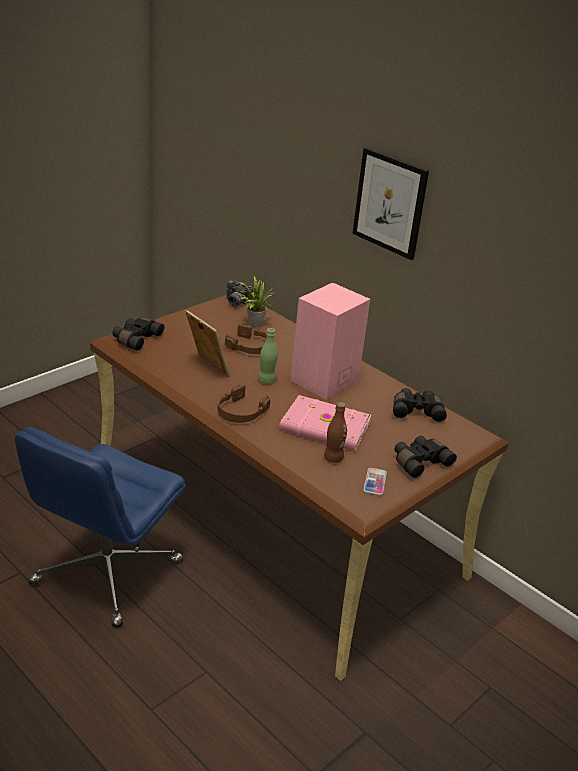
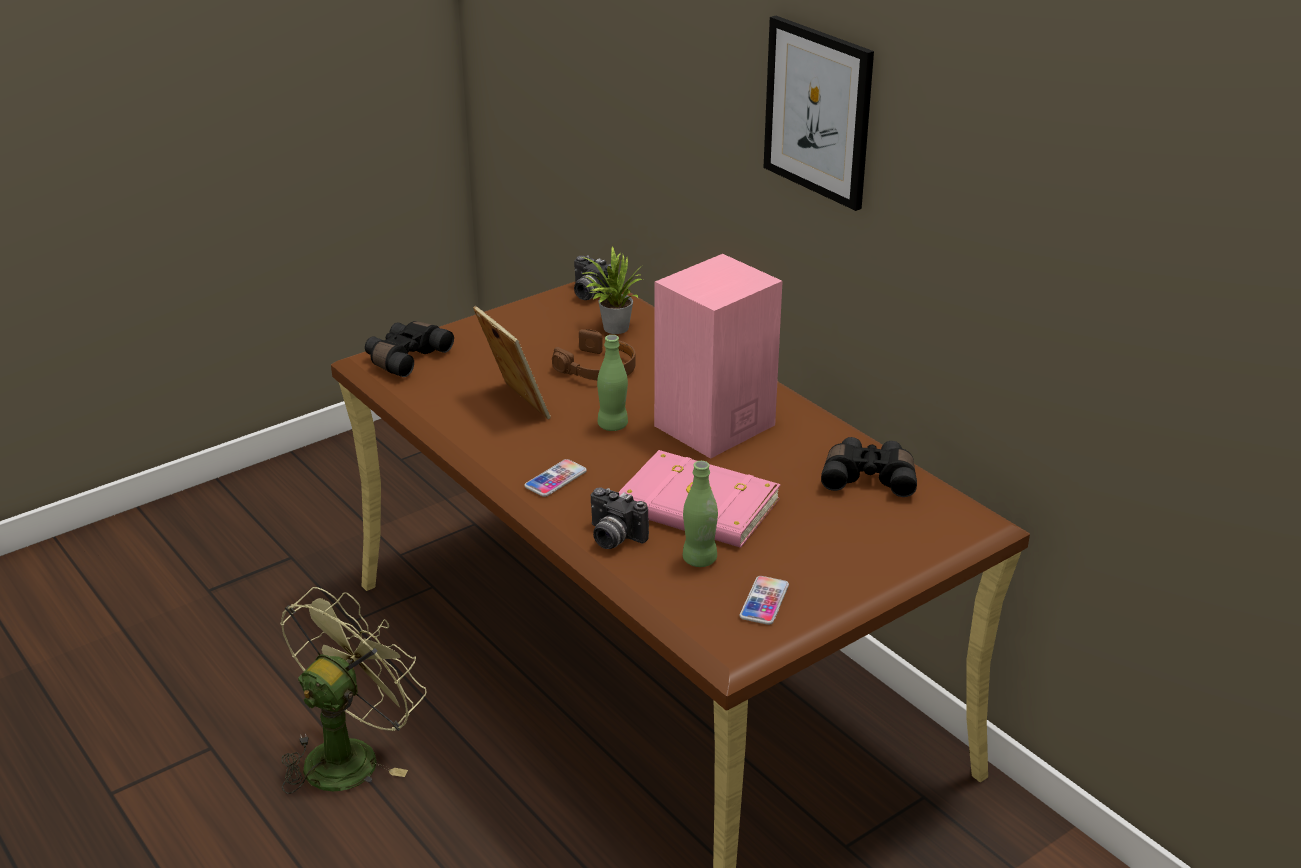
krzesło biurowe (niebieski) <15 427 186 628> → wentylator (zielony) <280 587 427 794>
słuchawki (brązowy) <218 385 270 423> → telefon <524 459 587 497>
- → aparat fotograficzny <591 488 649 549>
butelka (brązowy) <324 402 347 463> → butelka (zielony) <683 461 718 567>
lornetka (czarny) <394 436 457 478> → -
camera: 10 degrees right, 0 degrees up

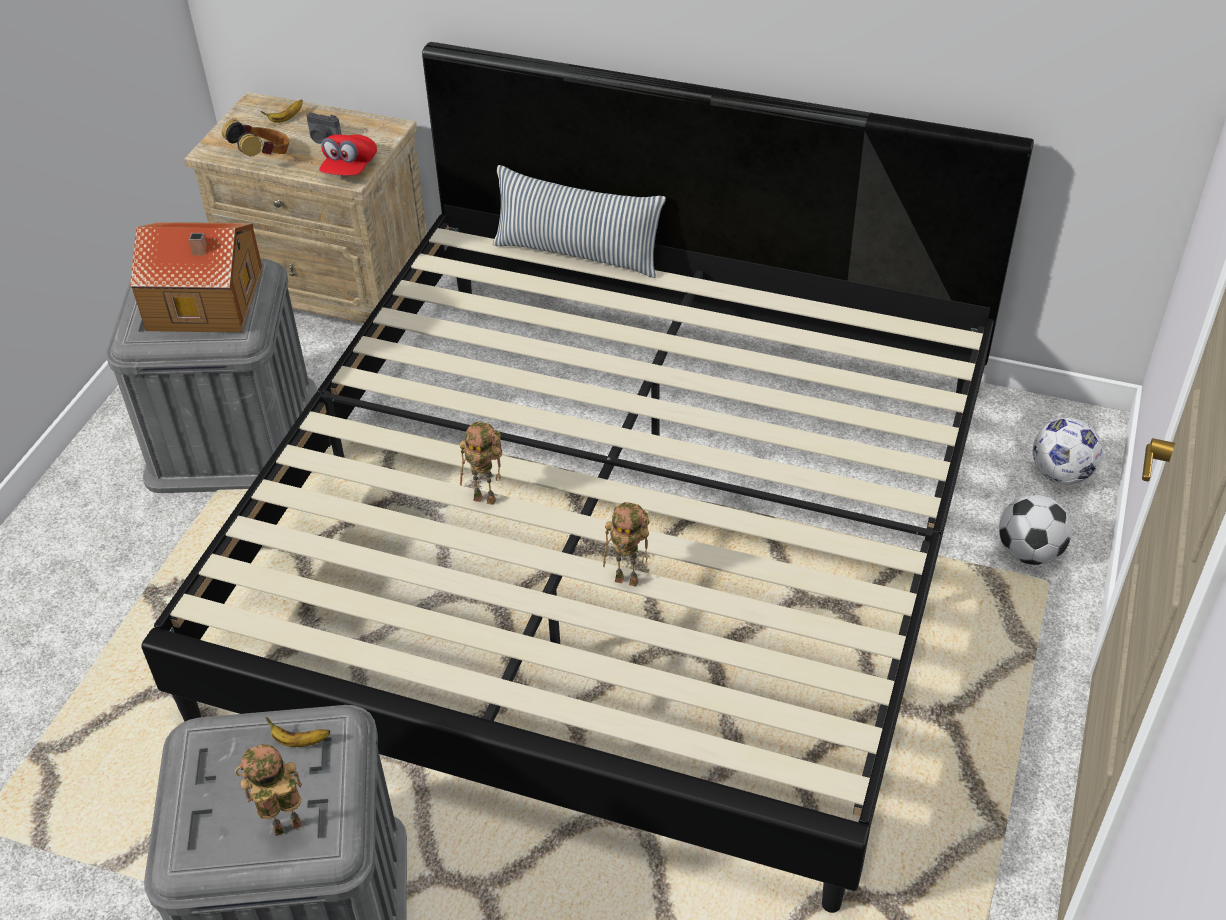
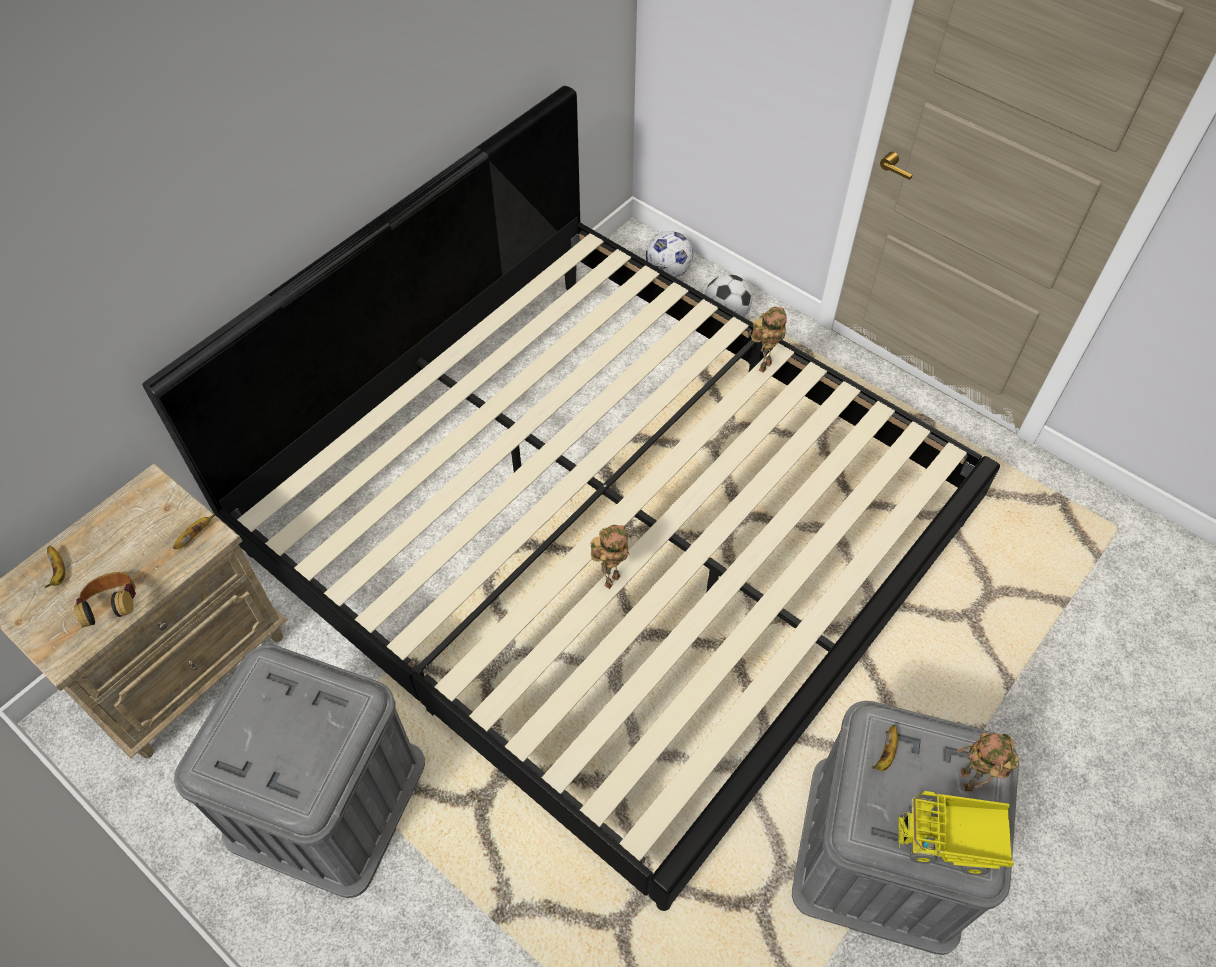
czapka z daszkiem (czerwony) <319 135 377 176> → banan <173 514 215 549>
robot zabawkowy <603 502 650 587> → robot zabawkowy <751 307 787 373>, relocated
- → ciężarówka zabawkowa <898 791 1014 876>
domek <130 222 263 333> → -
aparat fotograficzny <306 112 341 144> → -
poduszka <493 165 666 278> → -
camera: 70 degrees left, 10 degrees up

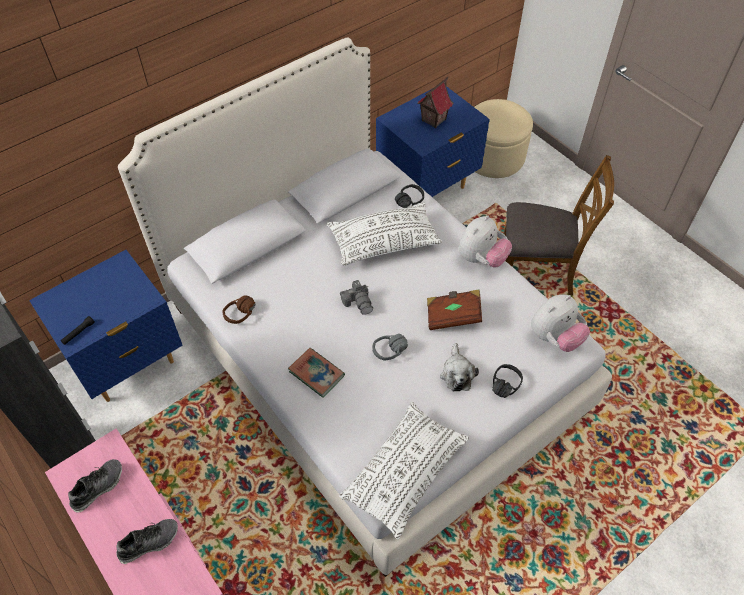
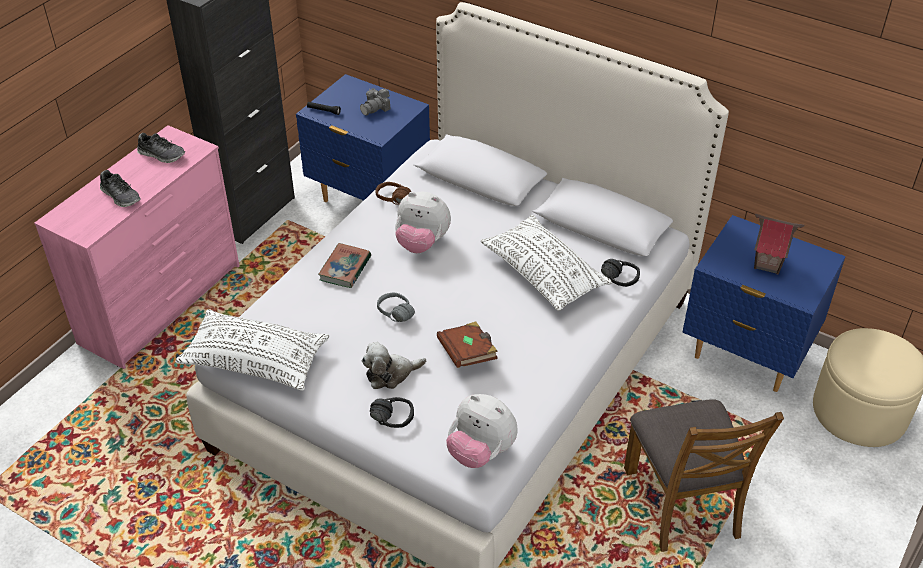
aparat fotograficzny <340 280 373 315> → aparat fotograficzny <360 88 391 116>, relocated
pluszak <458 215 512 268> → pluszak <395 192 451 253>, relocated
camera: 70 degrees right, 10 degrees down

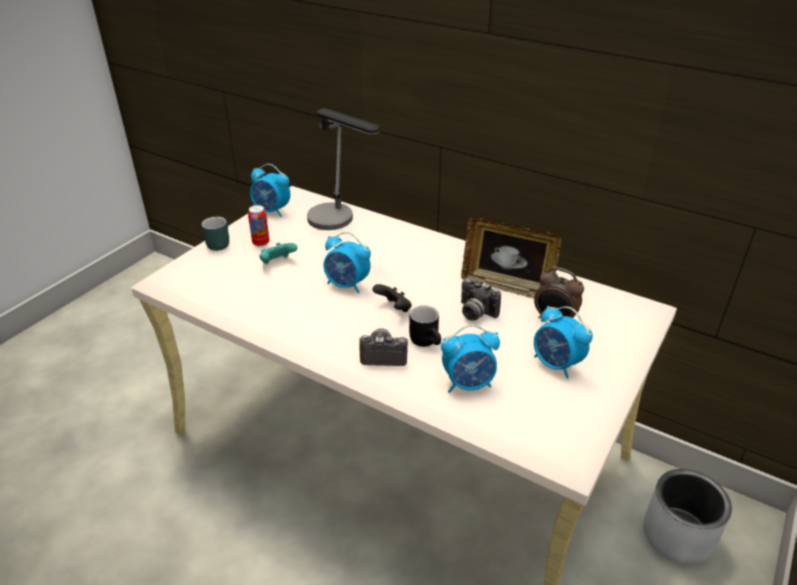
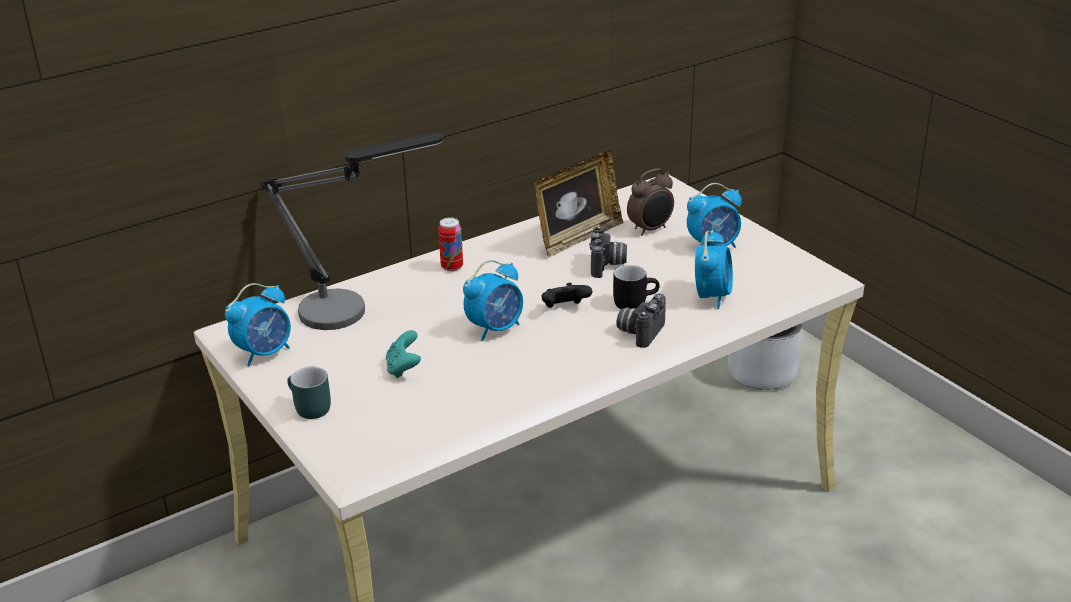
puszka <248 205 270 247> → puszka <438 218 463 272>, relocated
aparat fotograficzny <461 278 501 321> → aparat fotograficzny <589 226 627 278>, 60 degrees counterclockwise
camera: 65 degrees left, 5 degrees down

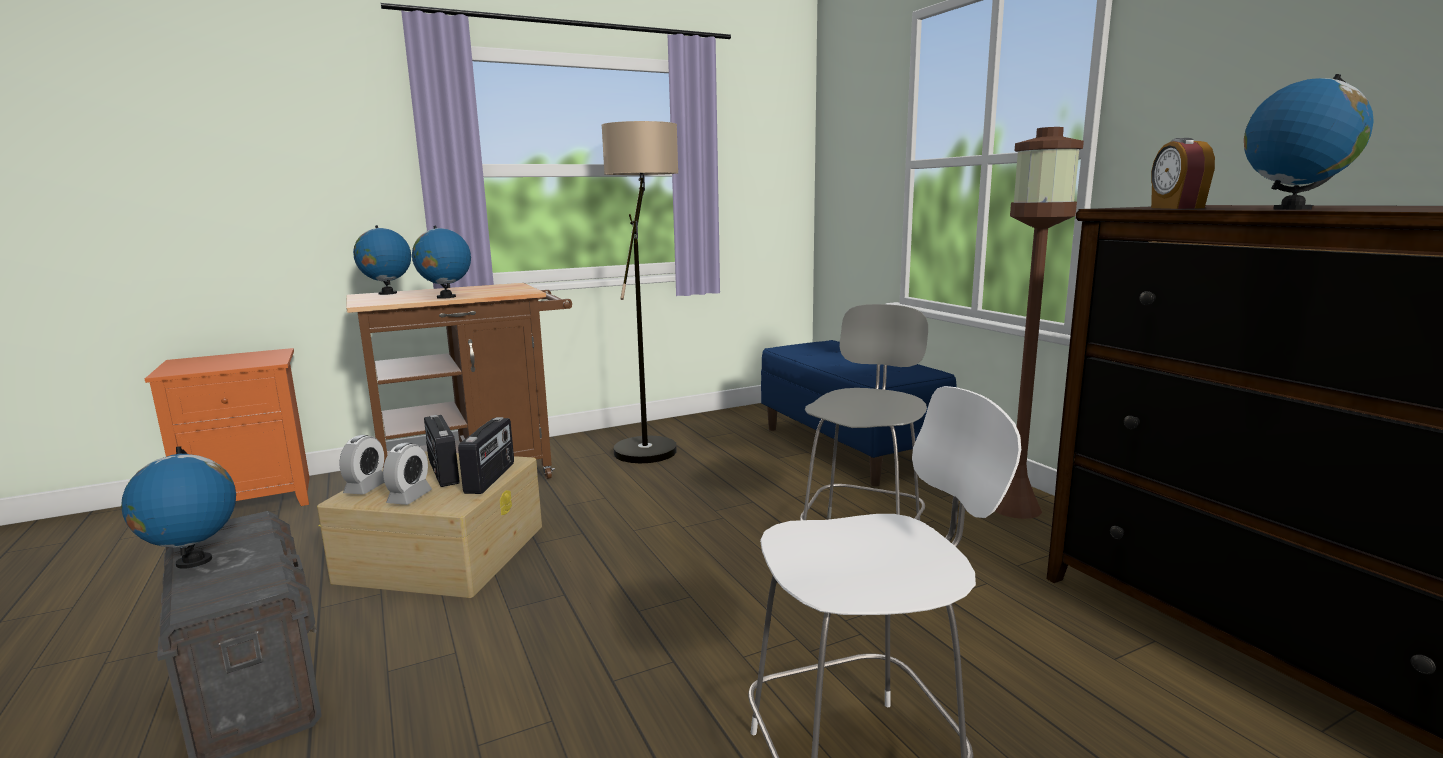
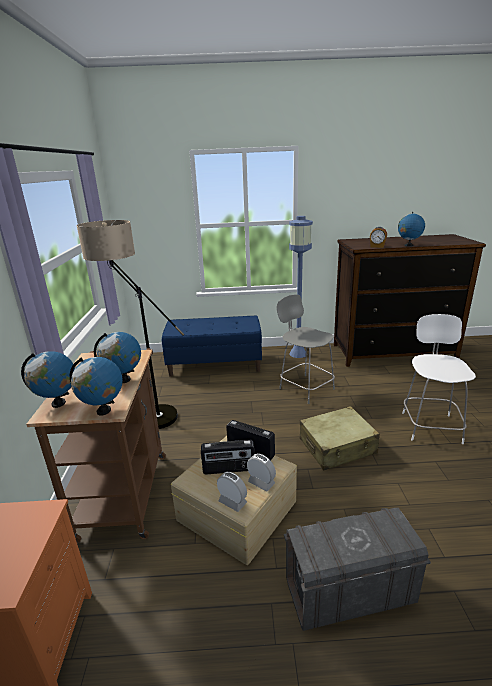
globus <121 446 236 569> → globus <70 357 123 416>, relocated
lampa stojąca (brązowy) <995 127 1084 519> → lampa stojąca (niebieski) <289 216 313 358>
- → walizka (beżowy) <300 406 380 470>
camera: 65 degrees left, 10 degrees up

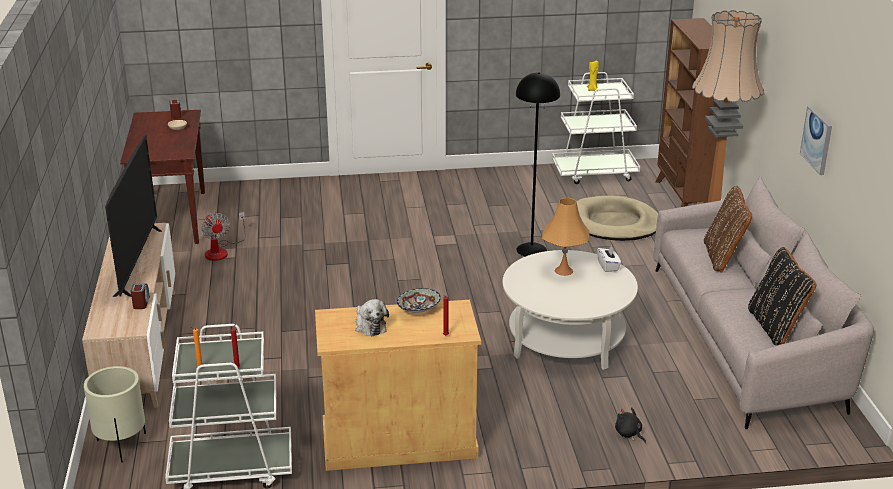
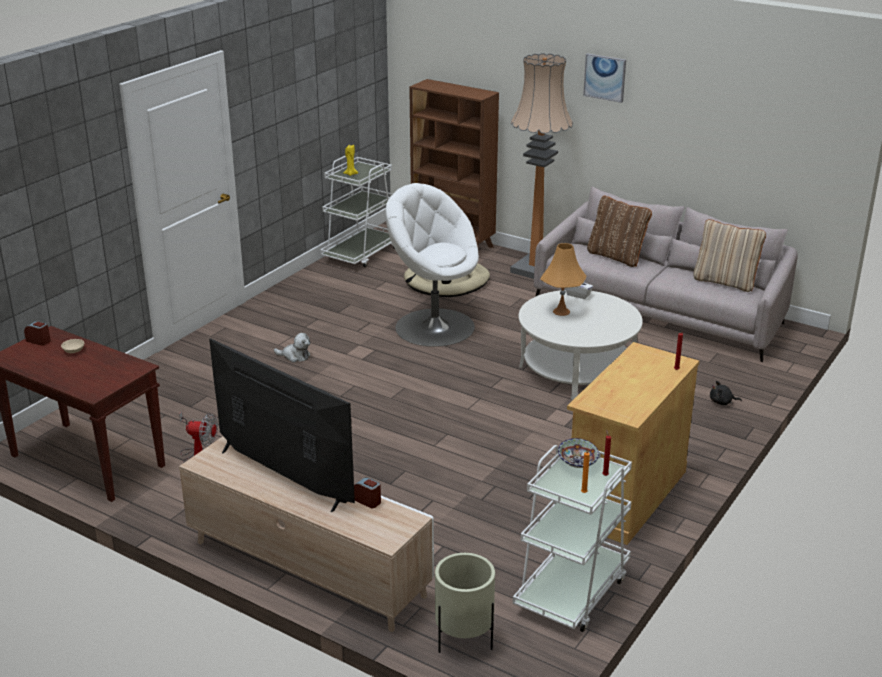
pluszak <356 299 389 336> → pluszak <274 333 310 362>, relocated
lampa stojąca (czarny) <516 72 560 257> → fotel (biały) <385 183 479 347>
miska <397 288 441 313> → miska <558 438 599 468>, relocated
obraz <800 106 832 175> → obraz <583 53 626 103>, relocated
poduszka (czarny) <748 247 817 345> → poduszka (beżowy) <693 219 766 292>
camera: 50 degrees left, 0 degrees up

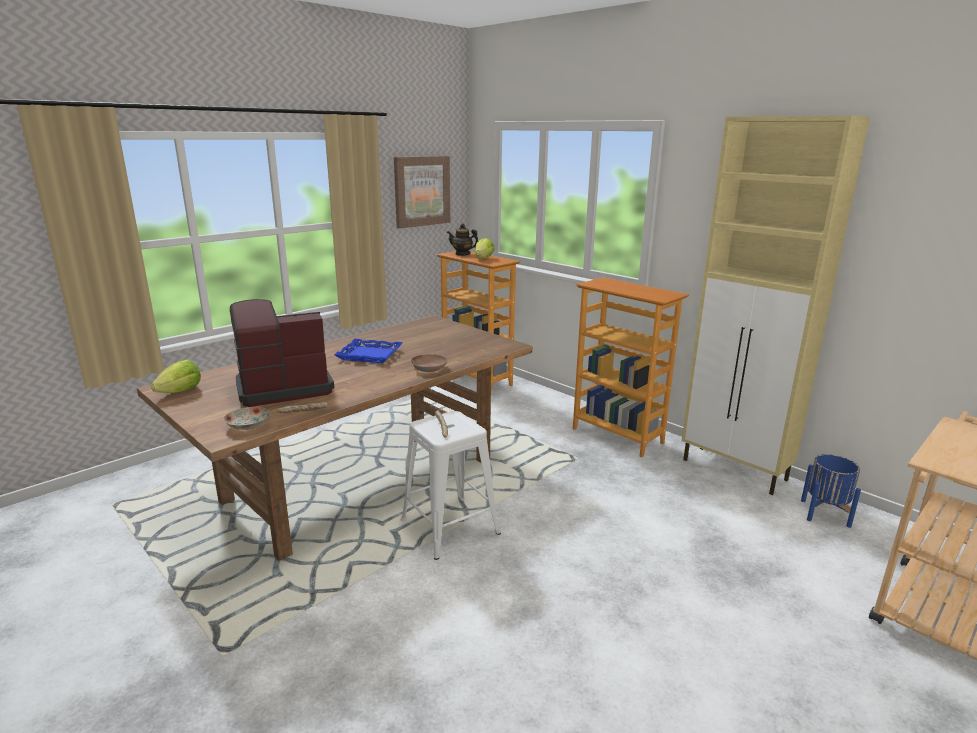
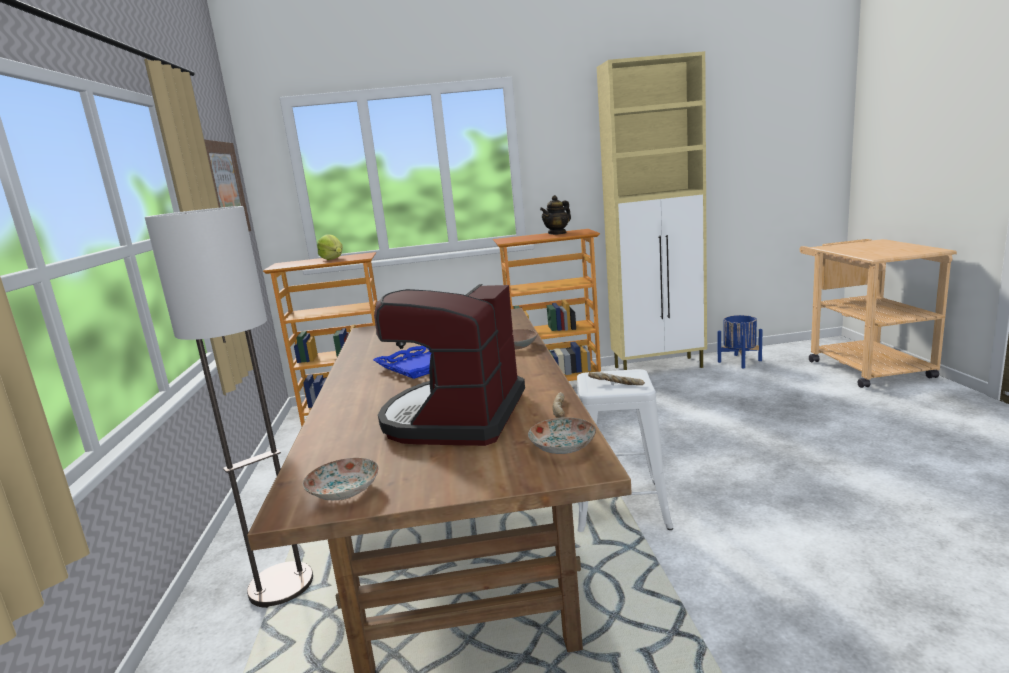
- → lampa stojąca <145 206 313 608>
sałata <151 360 201 393> → talerz <303 458 379 500>
imbryk <447 224 478 256> → imbryk <540 195 571 235>, relocated
camera: 50 degrees left, 5 degrees down

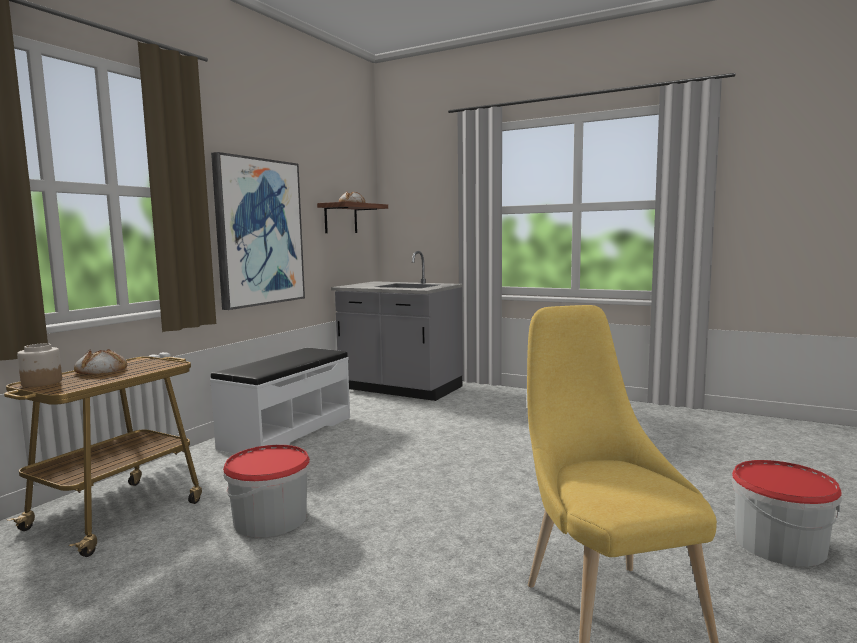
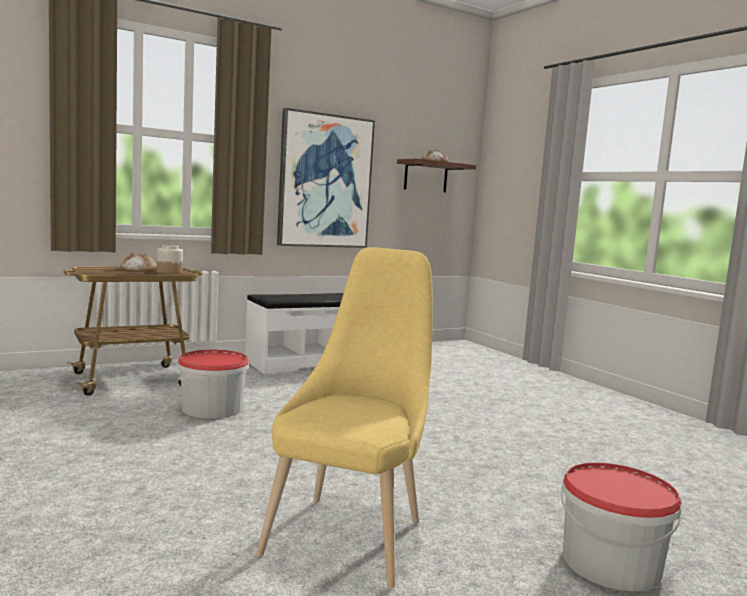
słoik <17 343 62 387> → słoik <157 245 183 274>, relocated
zabudowa kuchenna (szary) <331 251 463 401> → -
camera: 30 degrees right, 0 degrees up

